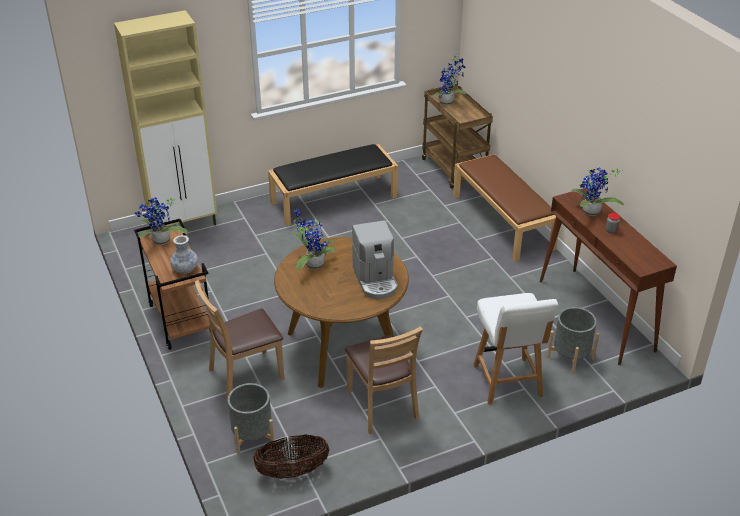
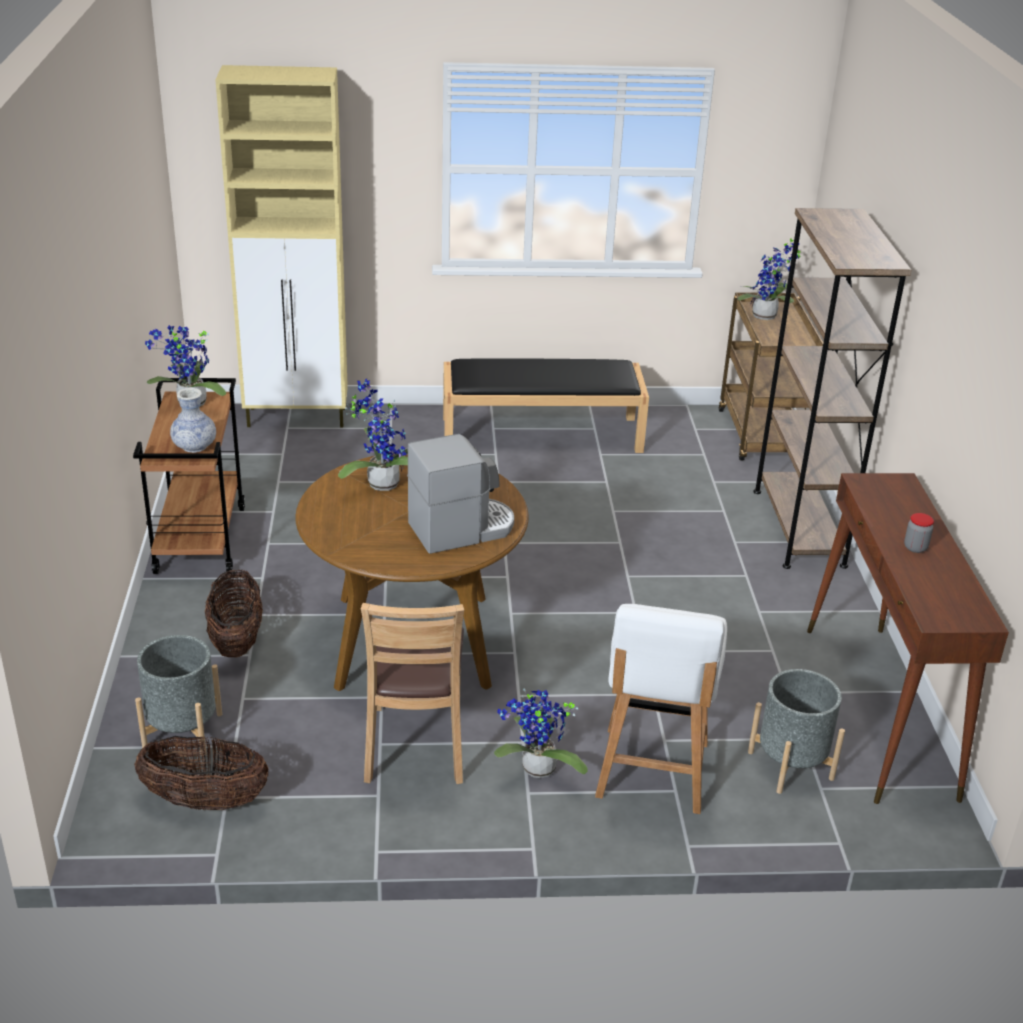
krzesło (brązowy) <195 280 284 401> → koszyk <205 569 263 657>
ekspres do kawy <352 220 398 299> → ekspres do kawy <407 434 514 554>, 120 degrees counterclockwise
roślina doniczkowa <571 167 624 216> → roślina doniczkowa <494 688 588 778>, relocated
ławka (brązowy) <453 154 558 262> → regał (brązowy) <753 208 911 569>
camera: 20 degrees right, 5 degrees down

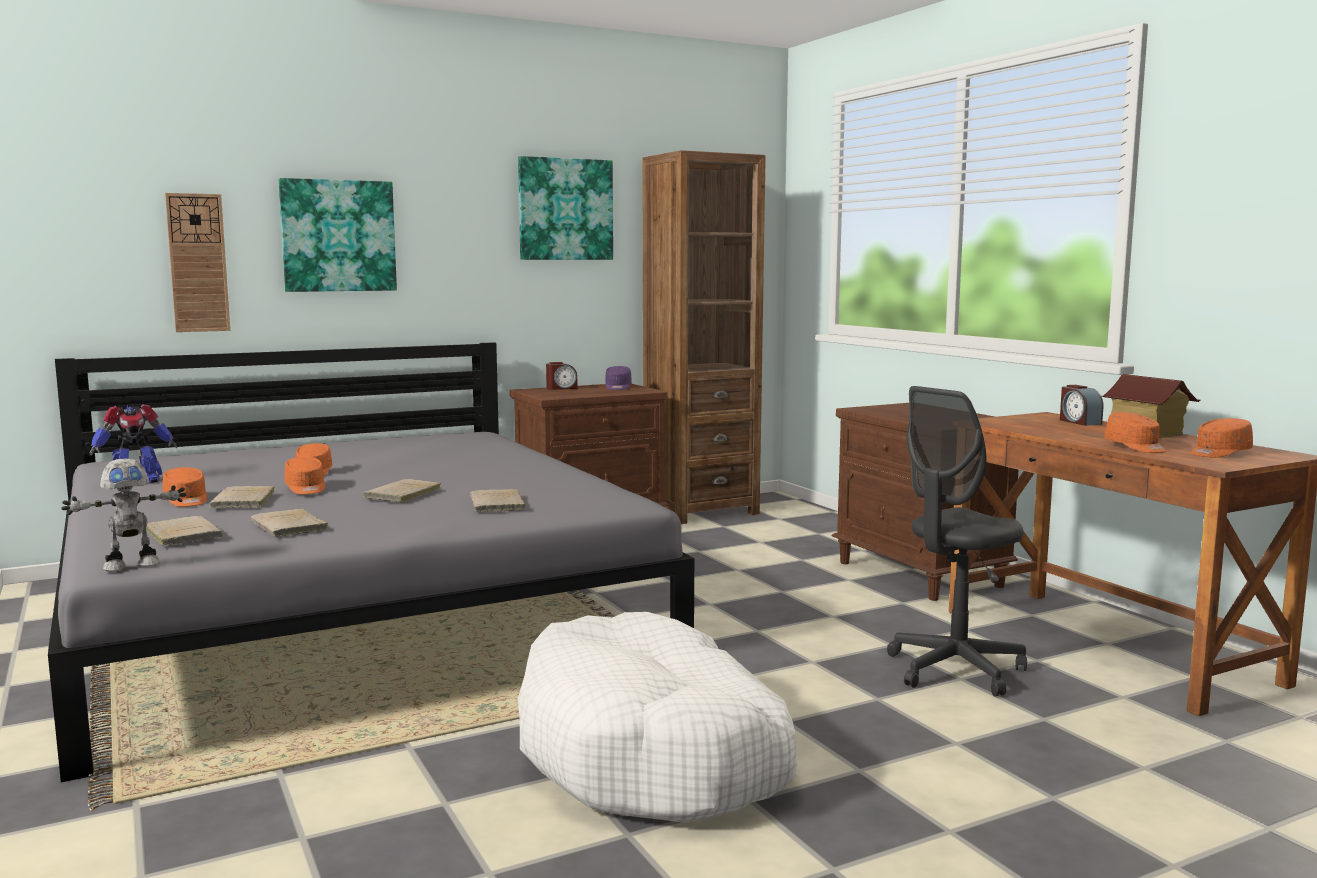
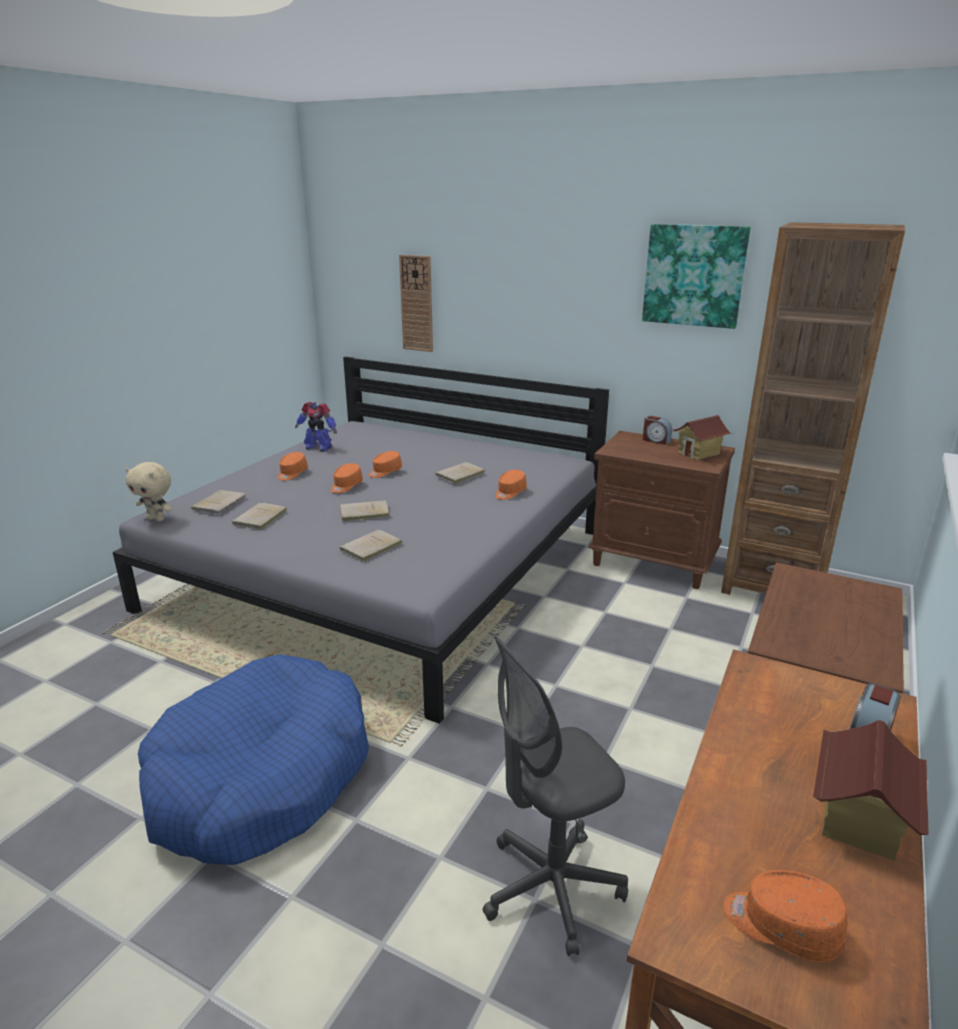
robot zabawkowy <61 458 187 572> → pluszak (beżowy) <125 462 172 521>
legowisko (biały) <518 612 797 823> → legowisko (niebieski) <138 654 369 865>
książka (beżowy) <209 486 274 508> → książka (beżowy) <435 462 485 484>, relocated
krzesło biurowe (szary) <887 386 1027 697> → krzesło biurowe (szary) <483 636 628 956>, 45 degrees counterclockwise
czapka z daszkiem (pomarańczowy) <1104 412 1167 453> → czapka z daszkiem (pomarańczowy) <495 470 527 500>, relocated
czapka z daszkiem (fioletowy) <605 366 632 390> → domek <672 415 731 460>
obraz <278 178 397 292> → -
camera: 55 degrees right, 15 degrees up

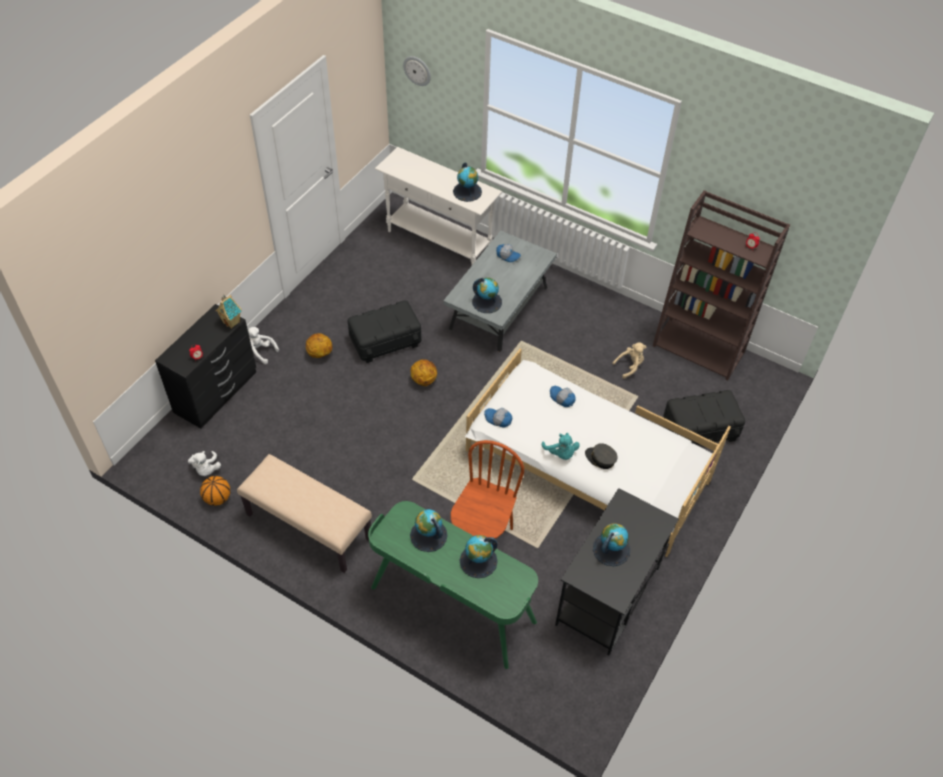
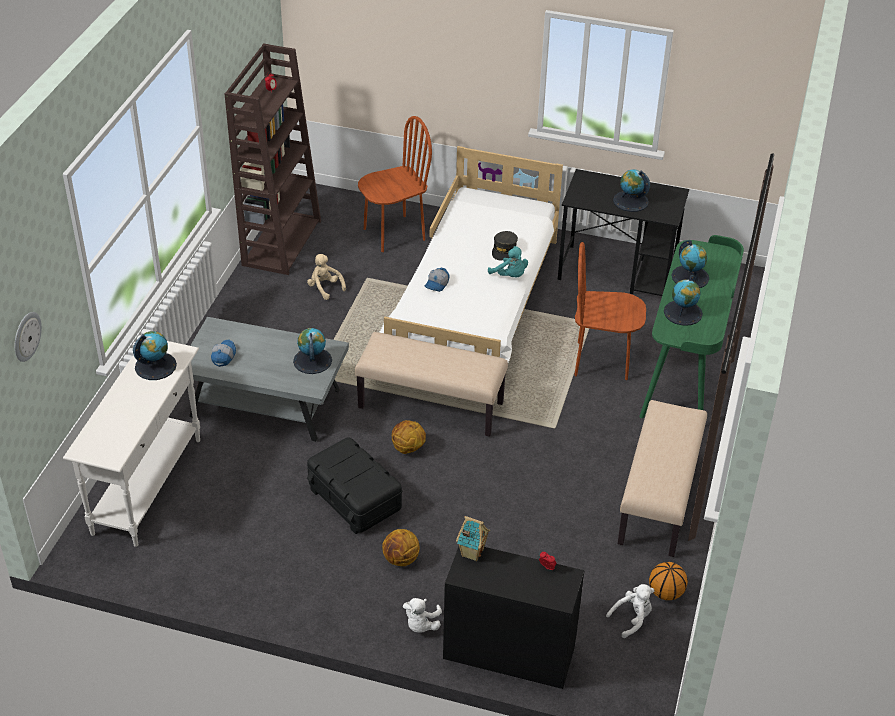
- → ławka (beżowy) <355 332 508 437>
pojemnik do przechowywania (czarny) <663 390 745 445> → krzesło (brązowy) <358 116 432 252>
pluszak (turkusowy) <542 433 580 460> → pluszak (turkusowy) <488 246 528 277>, 90 degrees clockwise
czapka z daszkiem <484 408 512 428> → -
camera: 105 degrees left, 10 degrees down

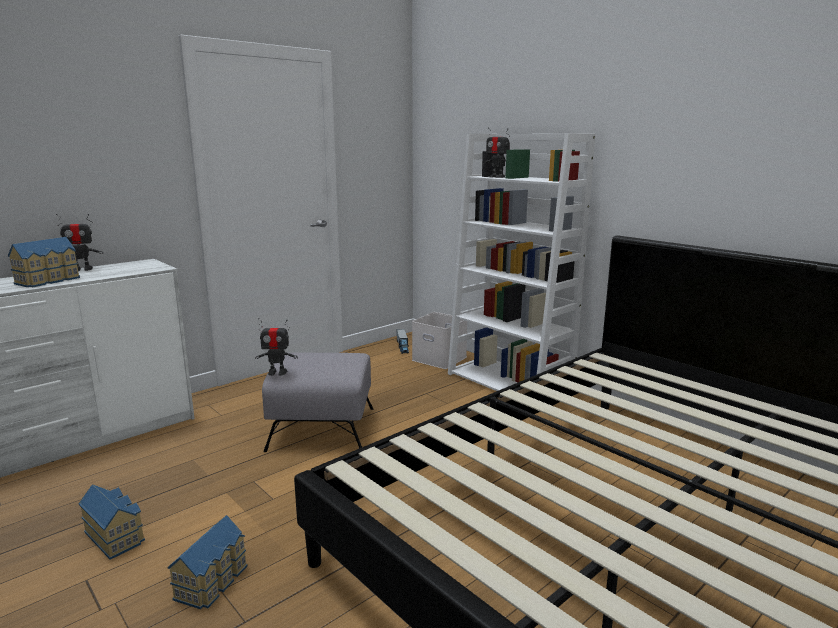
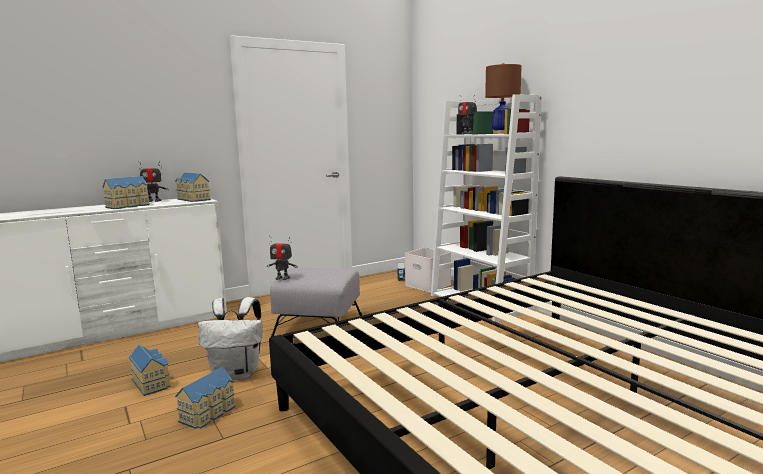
- → domek <175 172 211 202>
- → plecak (biały) <198 297 262 380>
- → lampa stołowa (brązowy) <485 63 522 134>
camera: 10 degrees right, 5 degrees down

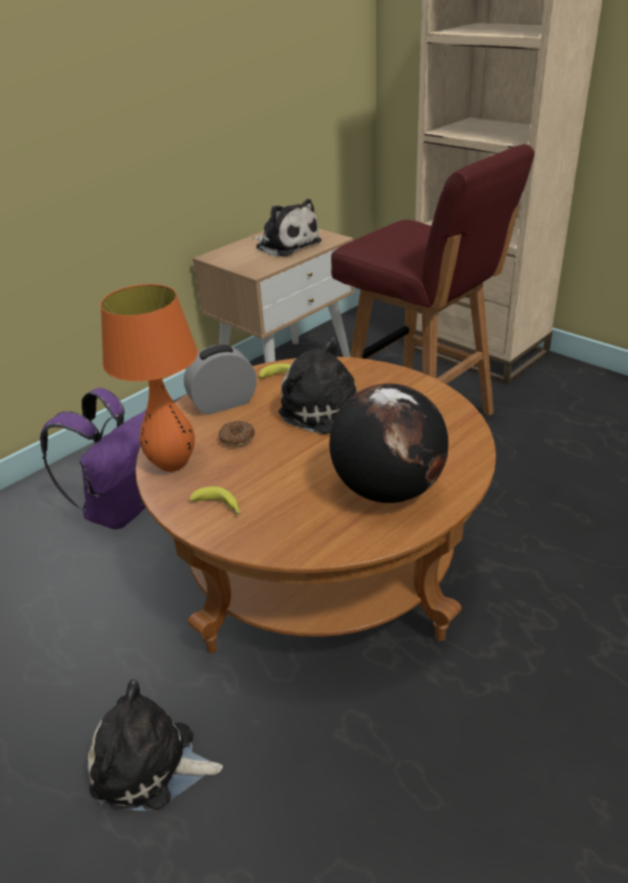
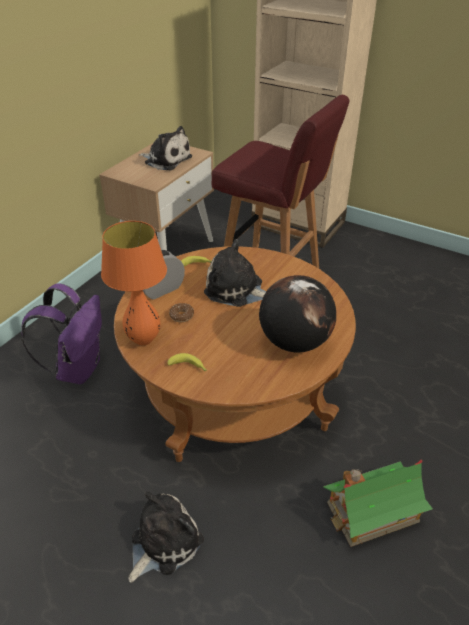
pluszak <88 679 223 811> → pluszak <128 492 204 583>, 135 degrees clockwise
- → domek <323 460 433 547>
camera: 15 degrees left, 5 degrees up

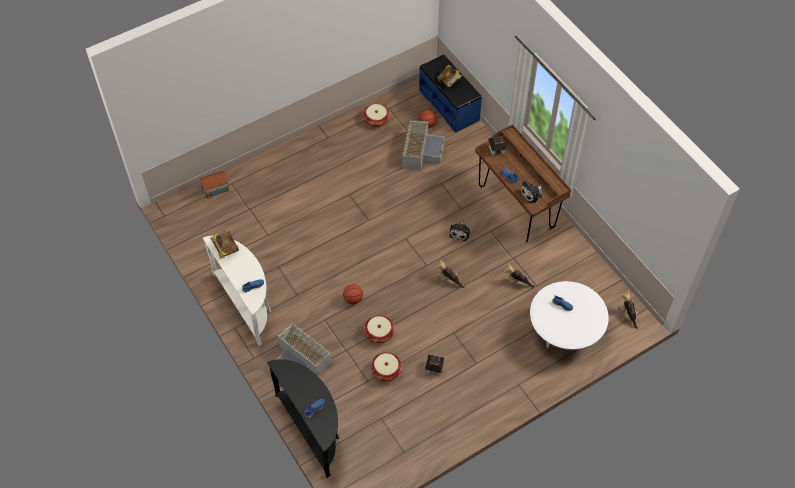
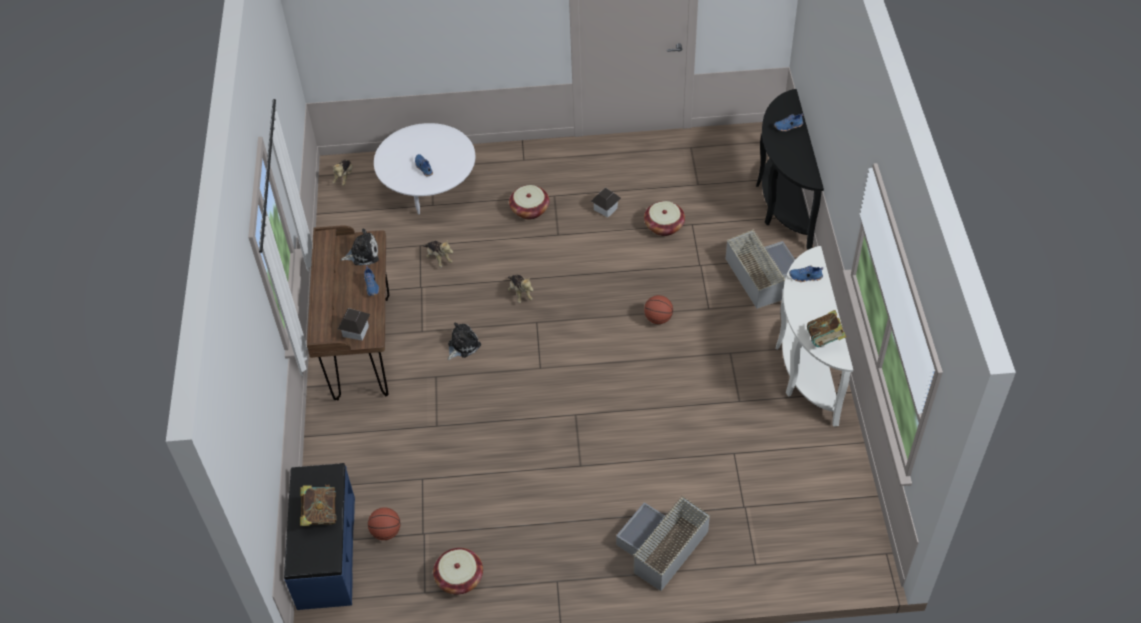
koszyk <364 315 395 343> → koszyk <509 185 549 219>, relocated
pojemnik do przechowywania (szary) <402 120 445 170> → pojemnik do przechowywania (szary) <616 496 710 591>, relocated
domek <200 171 229 198> → -
camera: 150 degrees left, 5 degrees down

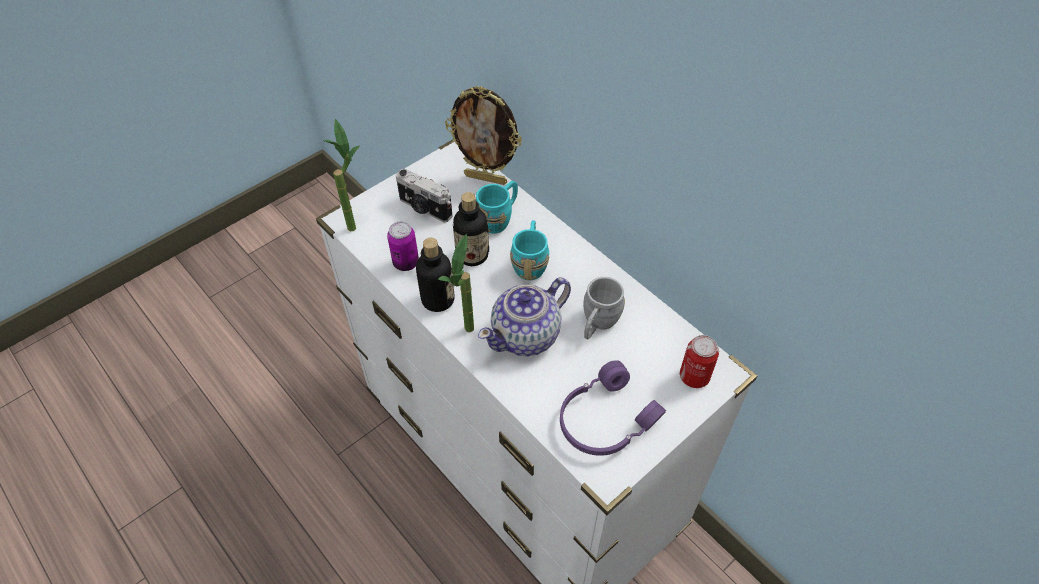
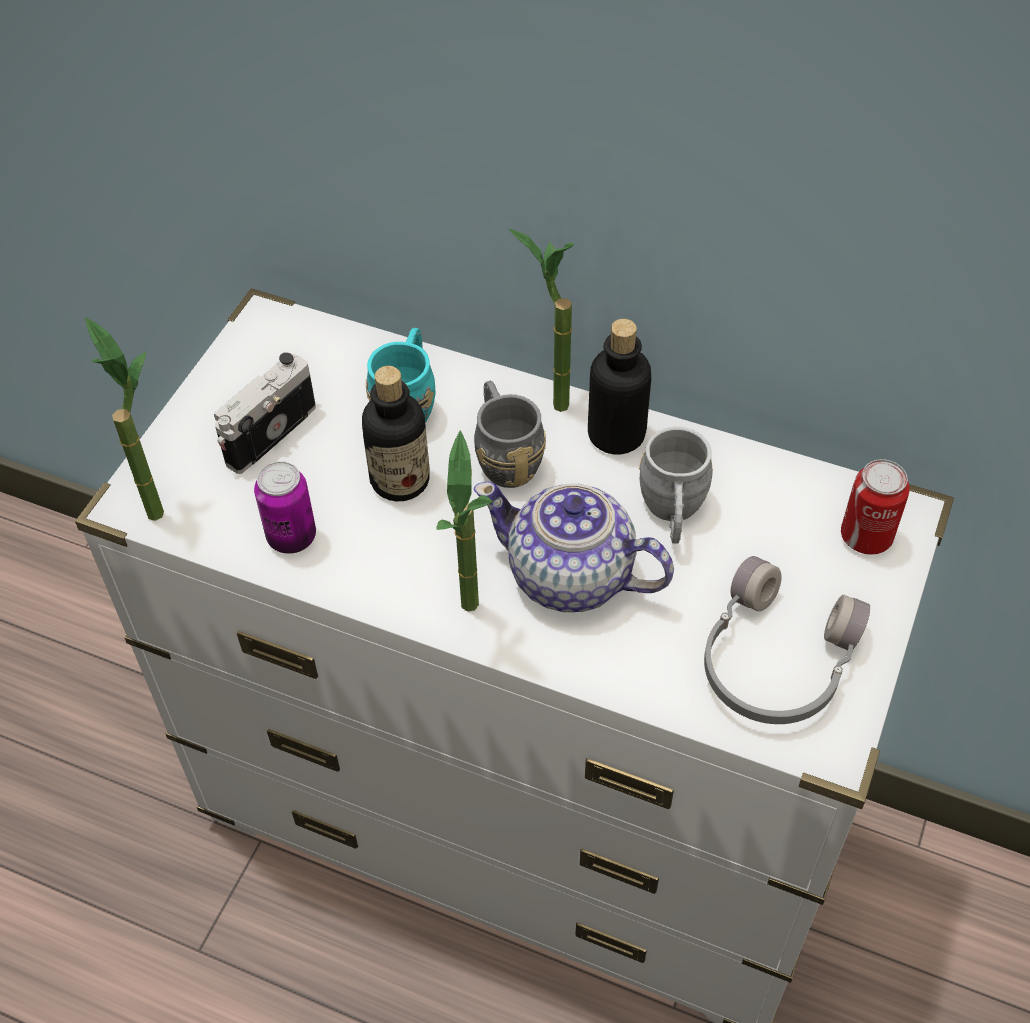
aparat fotograficzny <396 169 453 223> → aparat fotograficzny <214 353 316 474>, 120 degrees clockwise
kubek (turkusowy) <510 220 549 280> → kubek (szary) <474 381 546 488>
imbryk <478 278 571 356> → imbryk <474 482 674 612>, 90 degrees clockwise
- → roślina doniczkowa <509 229 574 412>
butelka <416 238 454 312> → butelka <588 319 651 454>, relocated
słuchawki (fioletowy) <560 360 666 456> → słuchawki (szary) <704 556 870 724>
ramka na zdjęcie <445 86 522 185> → -
camera: 25 degrees left, 0 degrees up

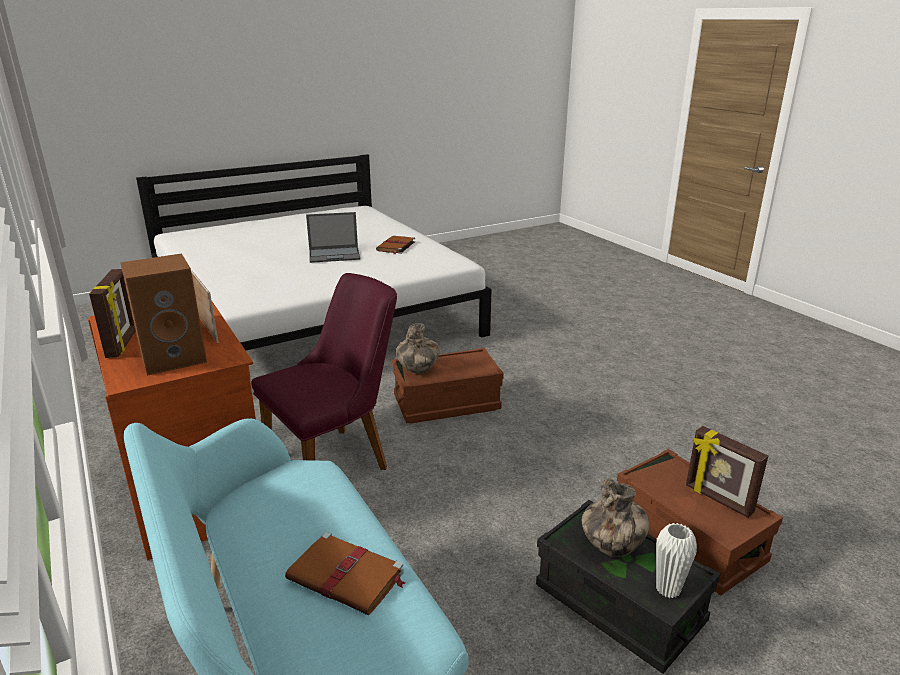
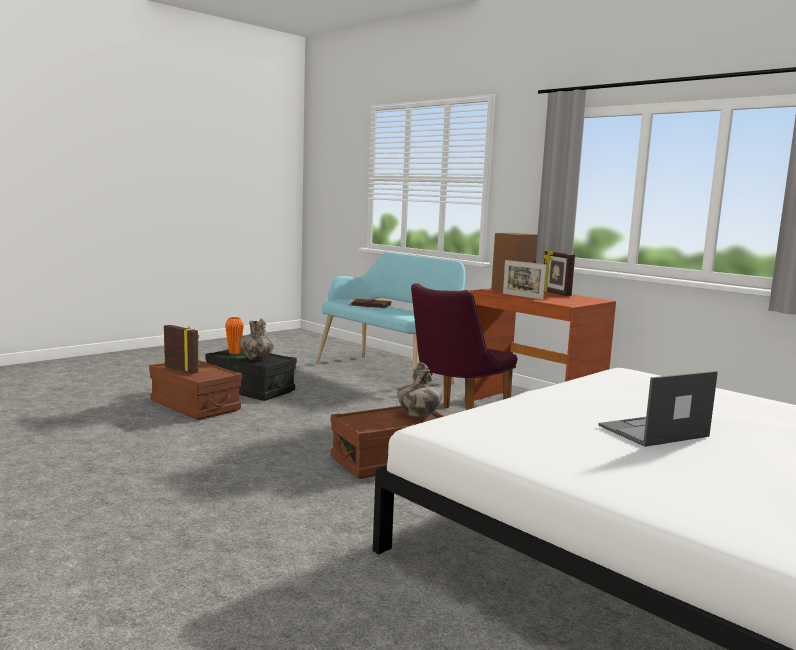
wazon (biały) <656 523 697 598> → wazon (pomarańczowy) <225 317 244 354>
książka (brązowy) <376 236 415 254> → -
camera: 165 degrees right, 15 degrees down

